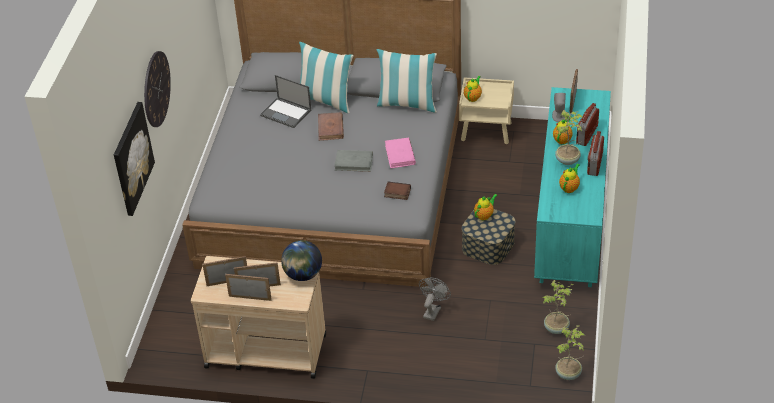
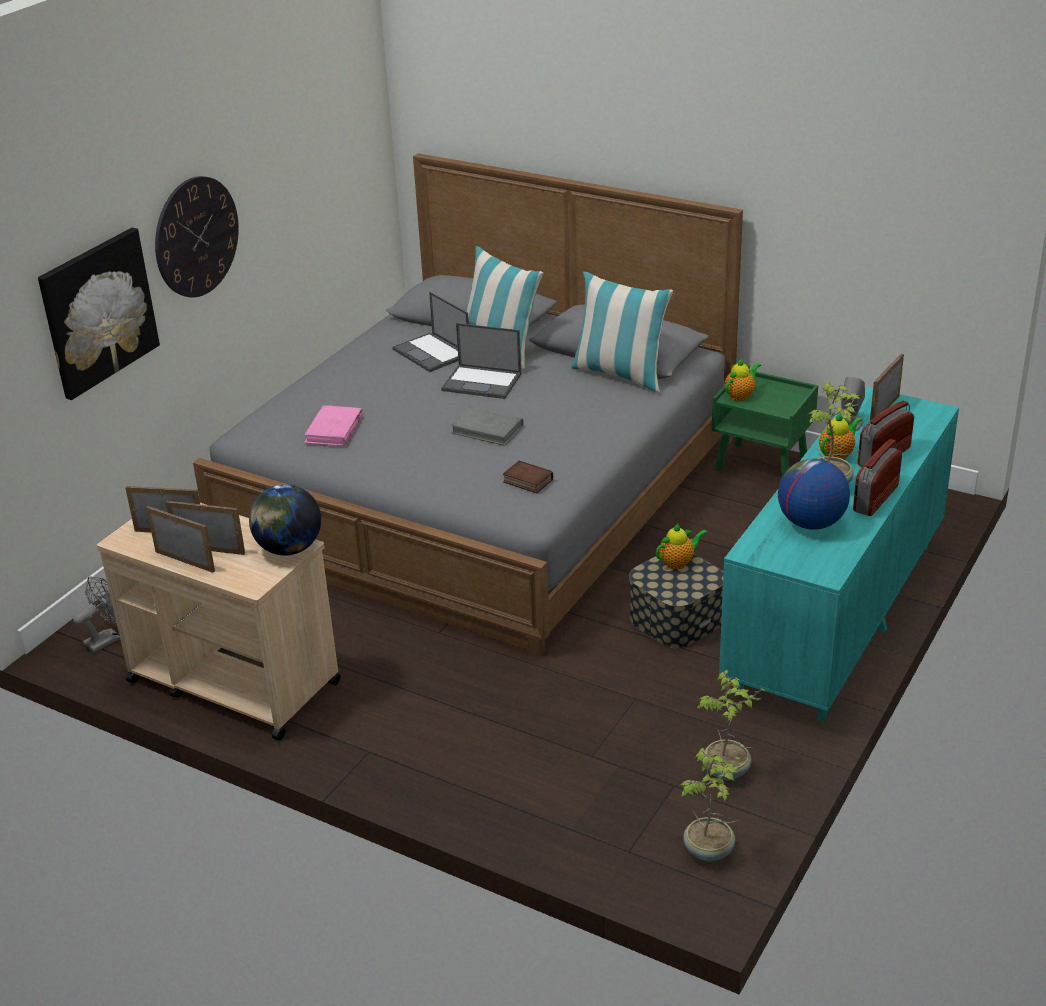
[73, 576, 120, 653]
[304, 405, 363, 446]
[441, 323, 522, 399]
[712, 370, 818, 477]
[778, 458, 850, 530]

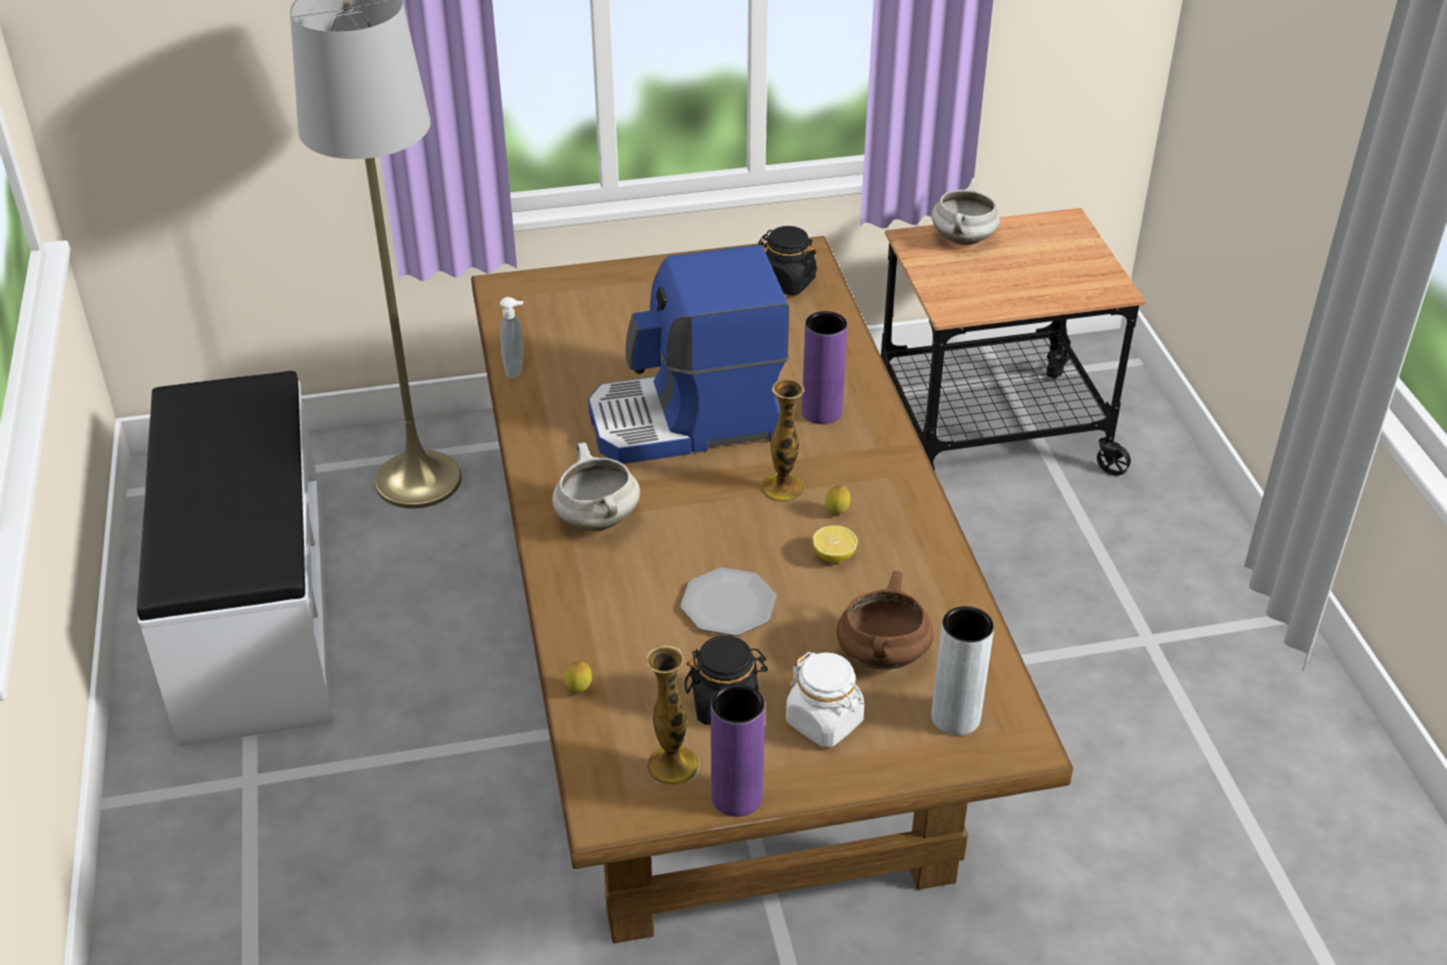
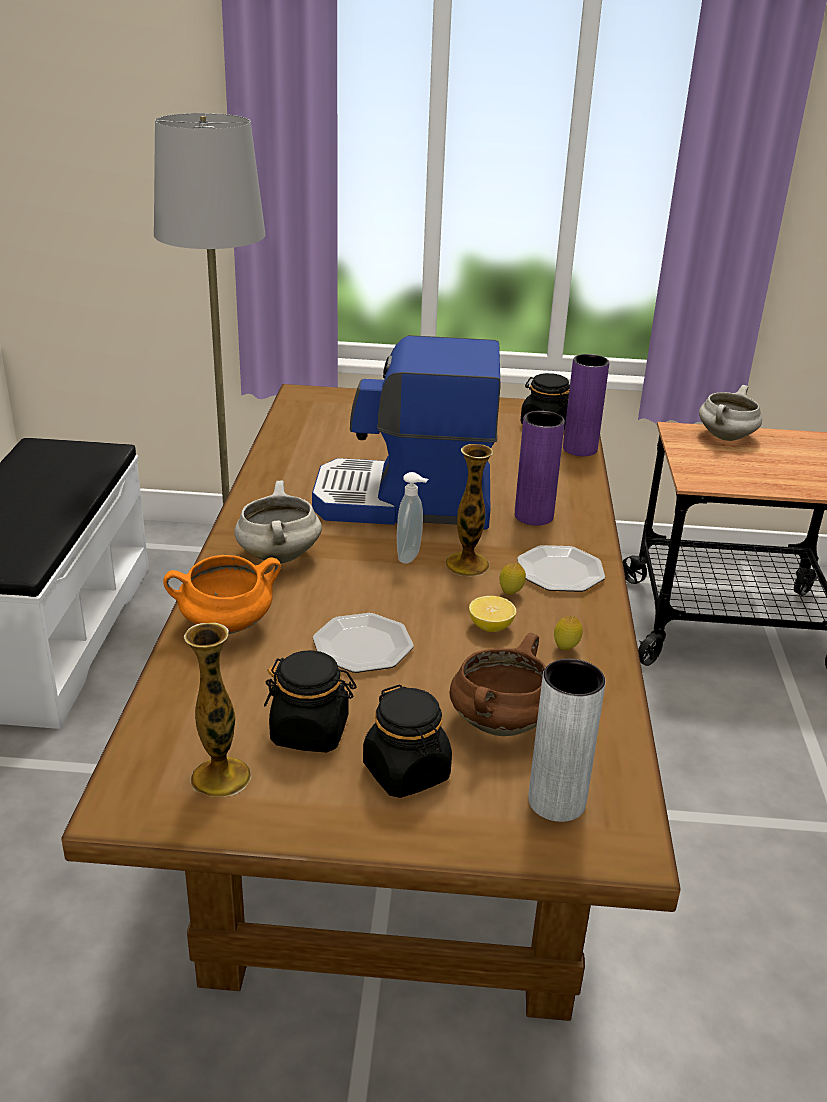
[163, 555, 281, 634]
[363, 684, 452, 798]
[397, 472, 429, 564]
[517, 545, 605, 592]
[554, 616, 583, 650]
[563, 354, 609, 456]

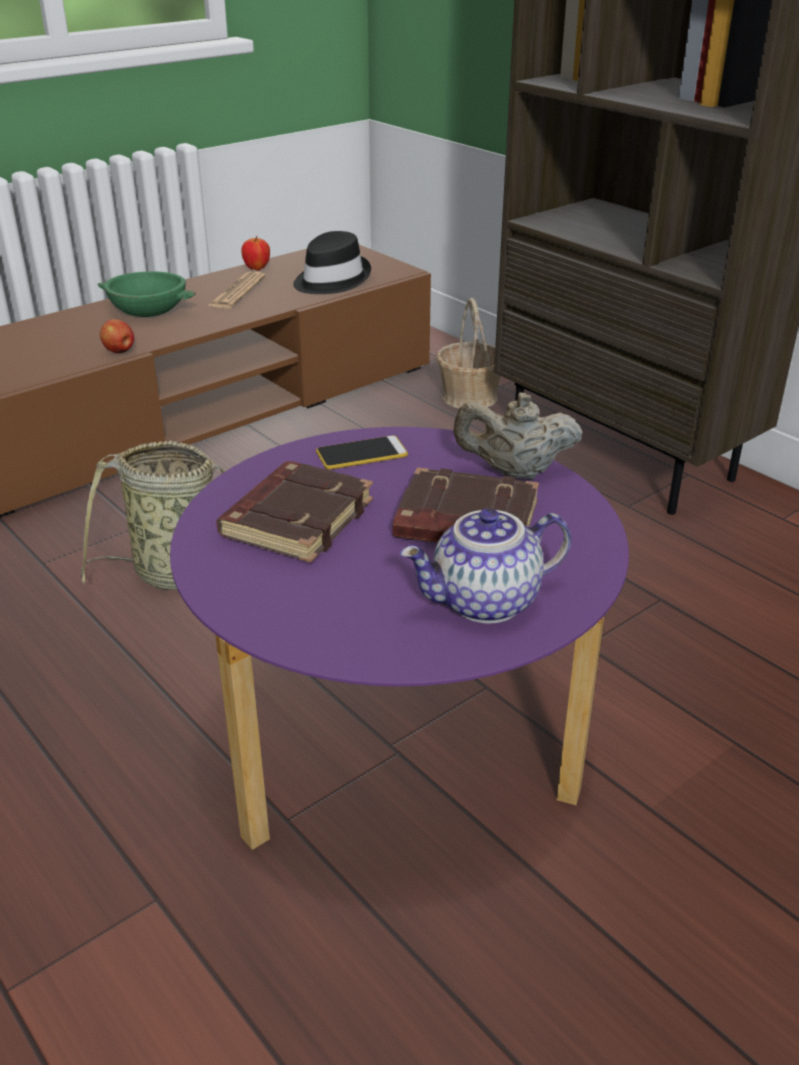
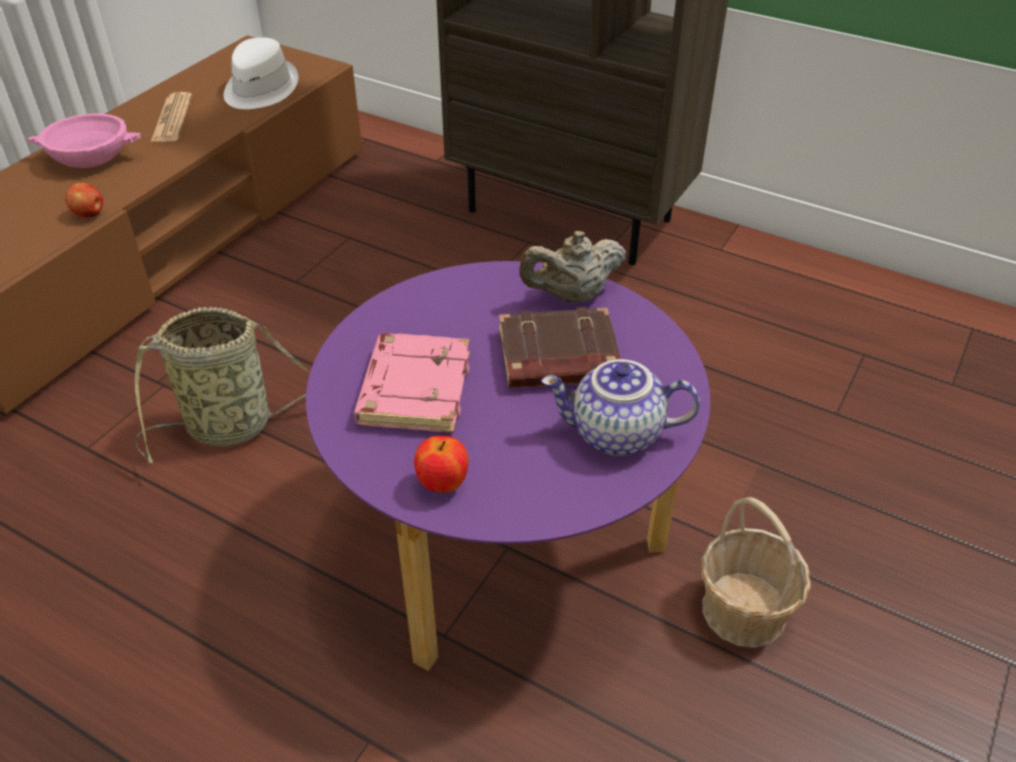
[27, 114, 142, 168]
[224, 37, 298, 109]
[354, 333, 470, 433]
[414, 436, 468, 493]
[541, 359, 700, 456]
[701, 497, 811, 648]
[316, 436, 408, 470] (first image)

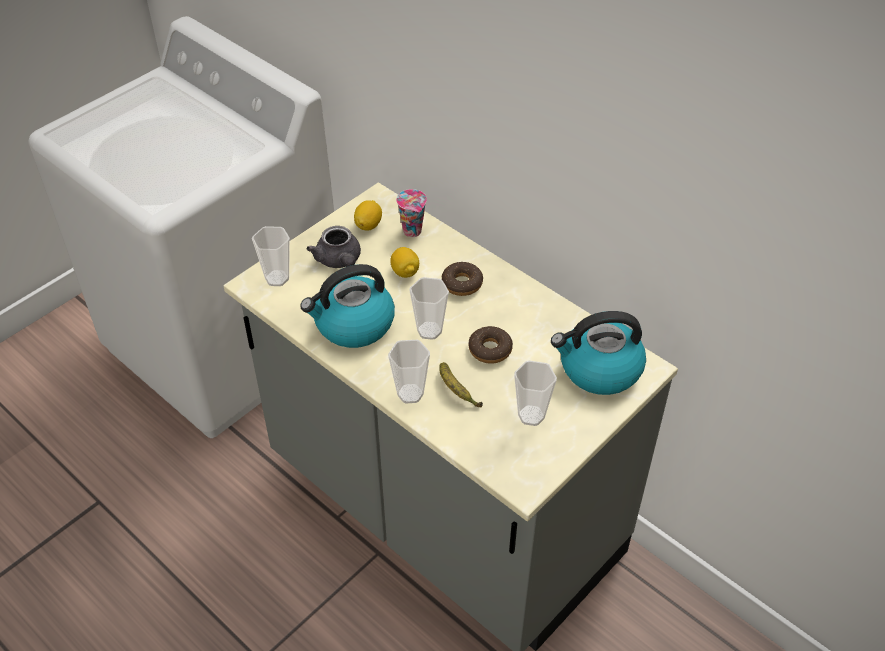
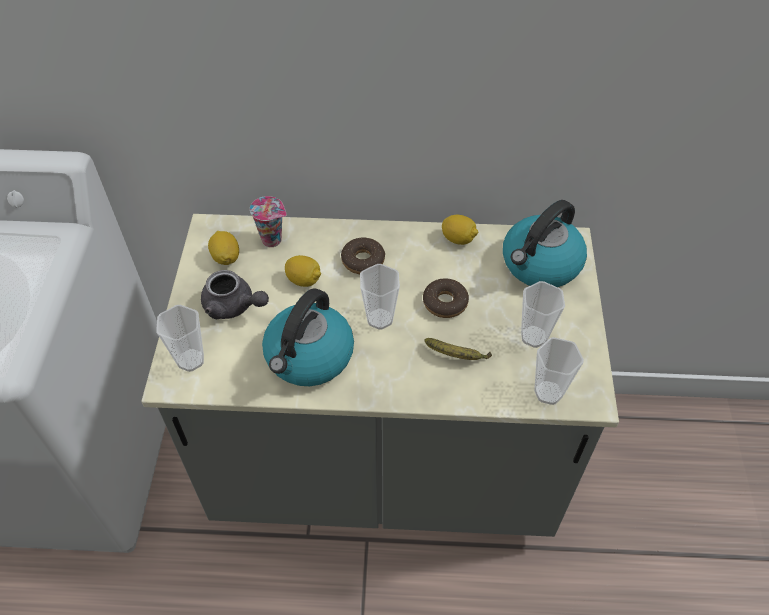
[442, 215, 478, 245]
[534, 337, 584, 405]

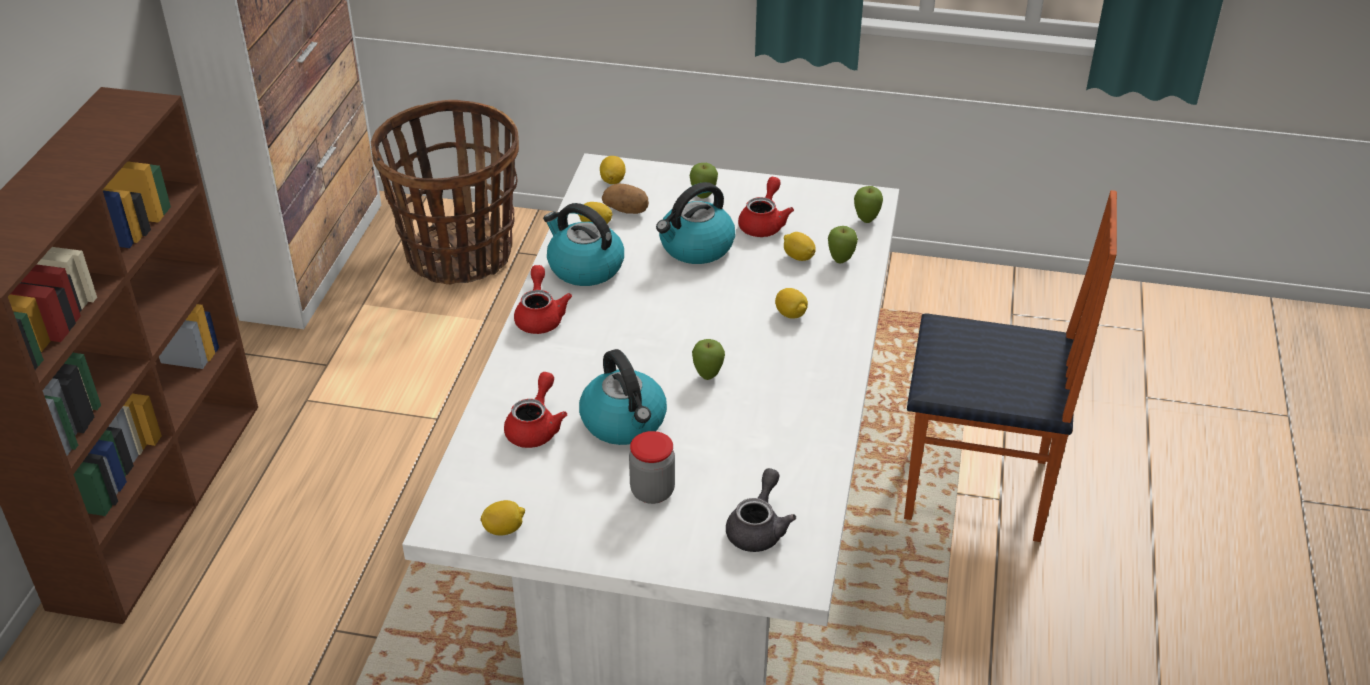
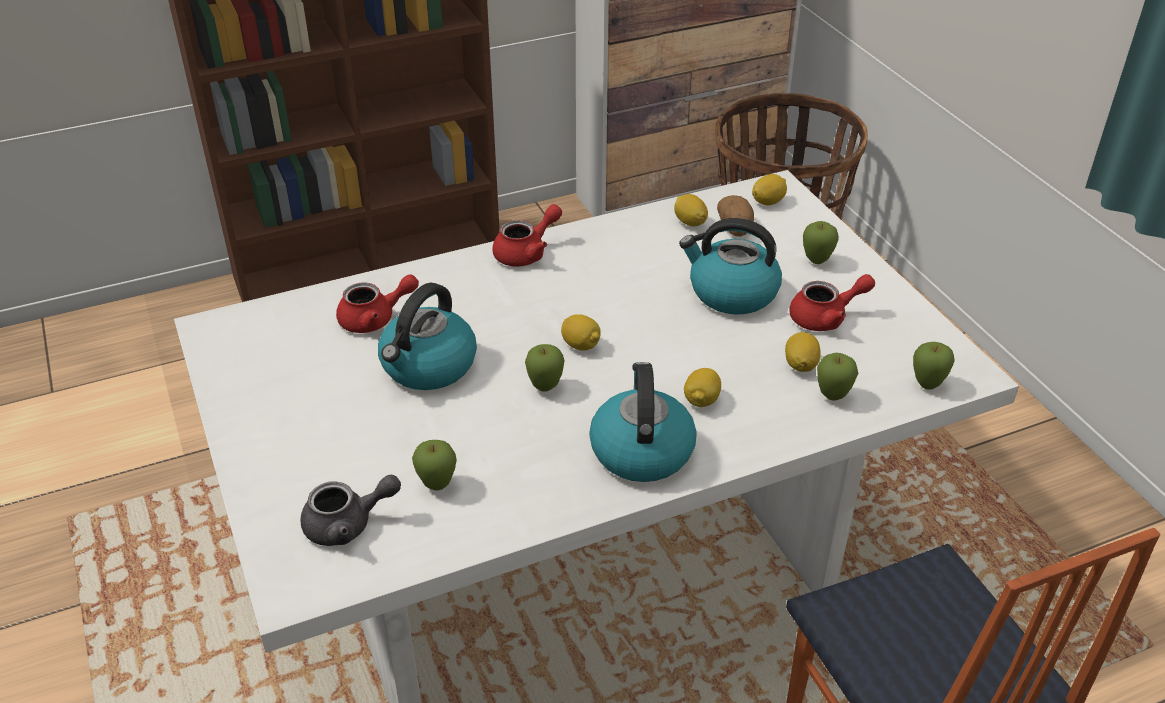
[412, 440, 457, 491]
[561, 314, 601, 350]
[589, 362, 697, 482]
[629, 431, 675, 504] (first image)

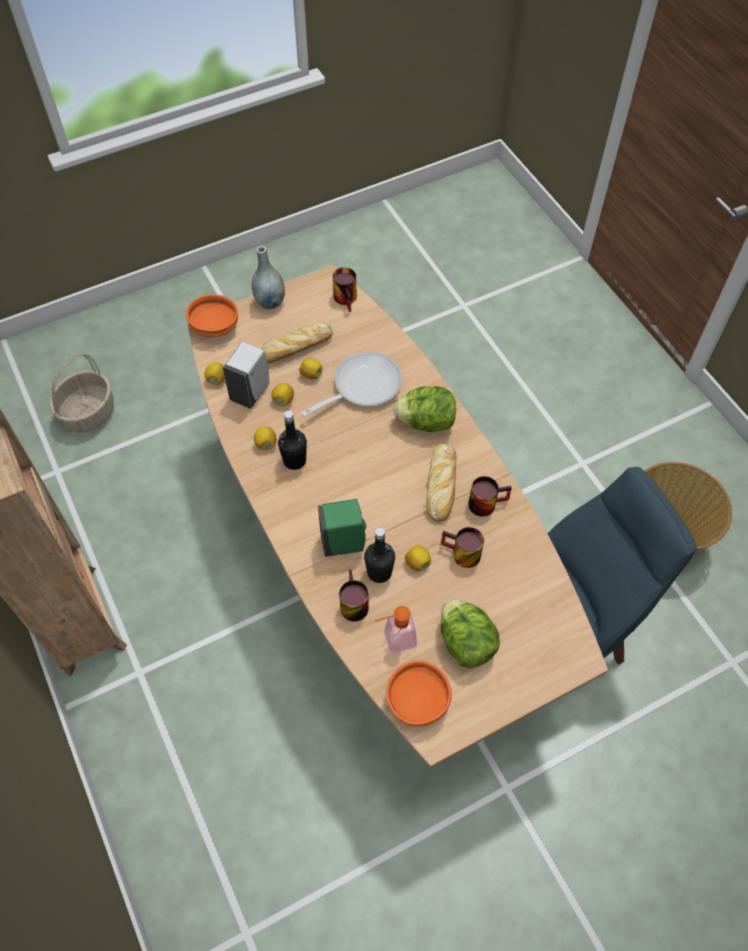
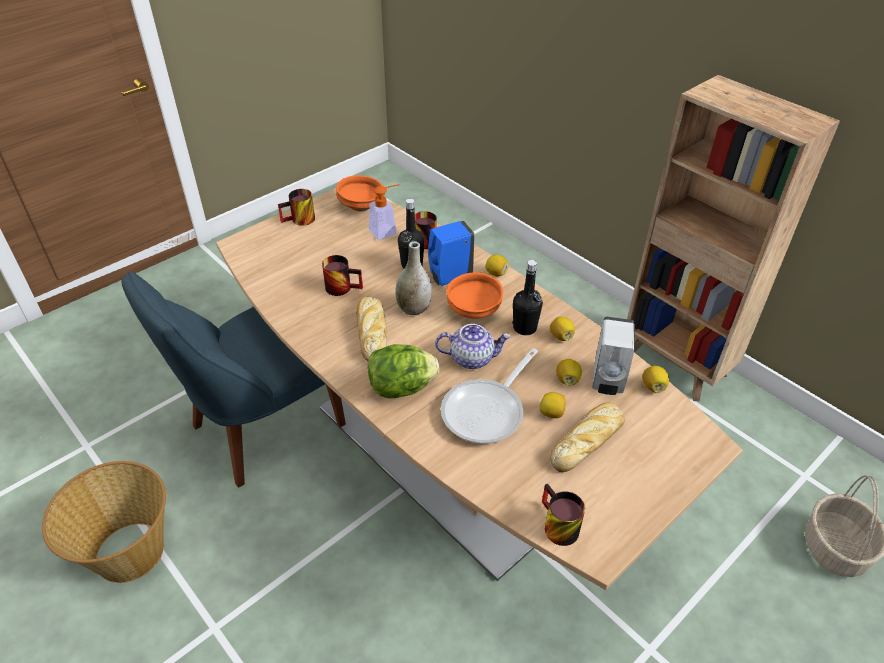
[278, 189, 315, 226]
[395, 241, 432, 315]
[428, 221, 475, 286]
[435, 324, 511, 369]
[446, 272, 503, 319]
[485, 255, 509, 276]
[441, 599, 500, 668] (first image)

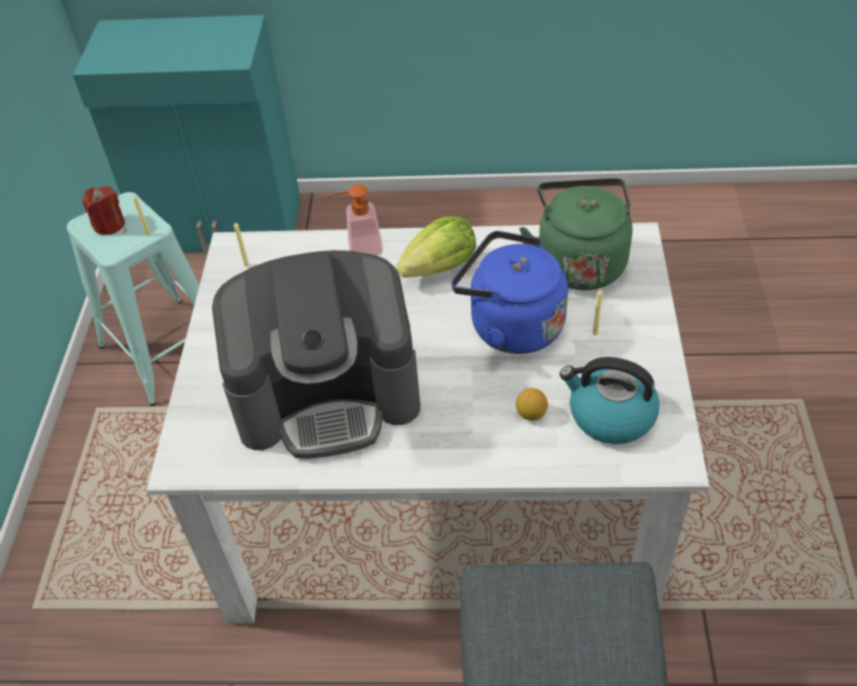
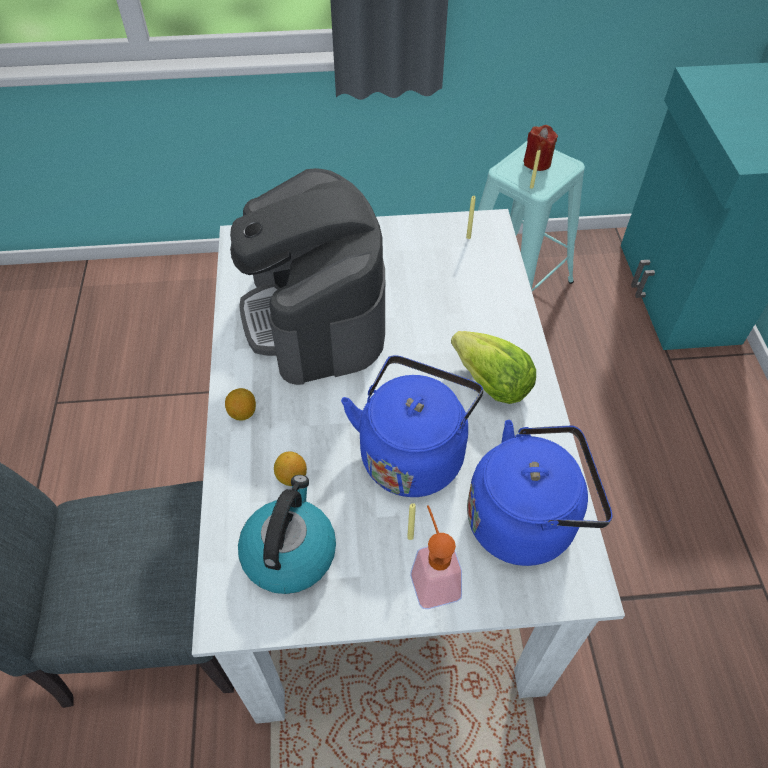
[225, 388, 256, 421]
[410, 505, 462, 609]
[467, 420, 612, 566]

